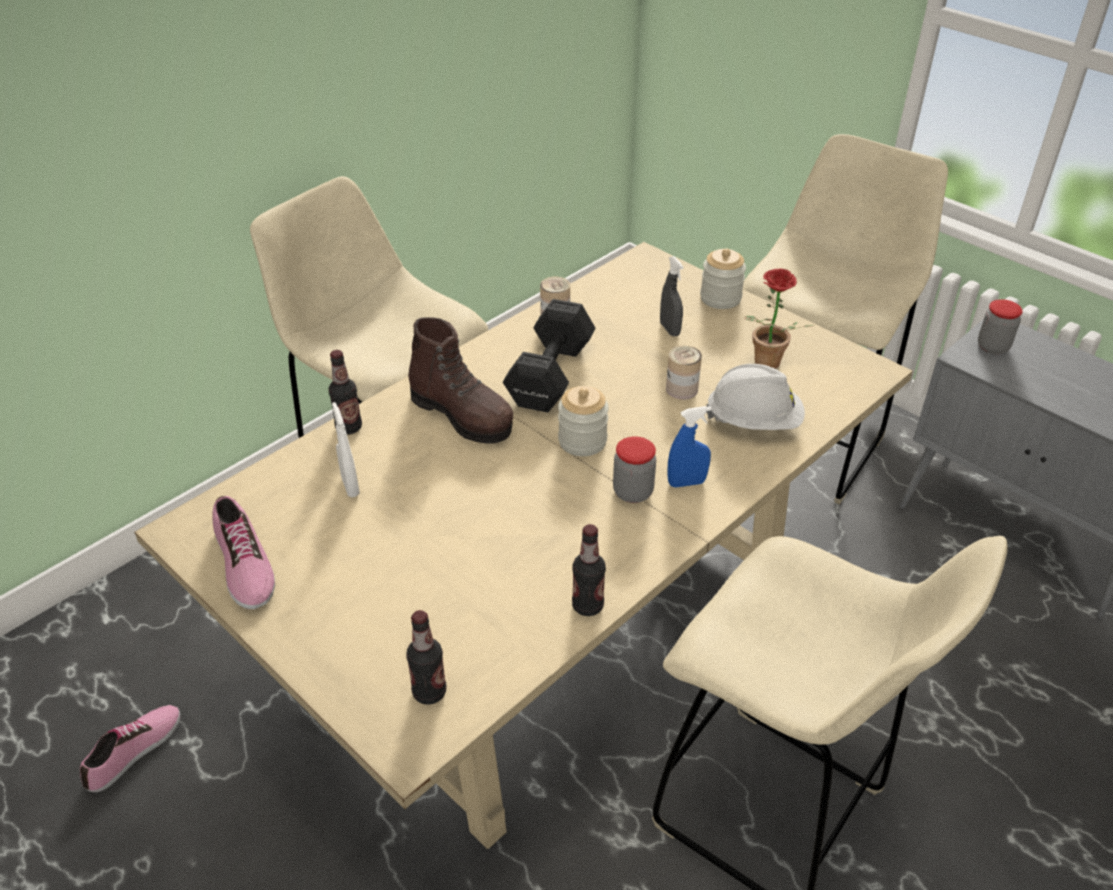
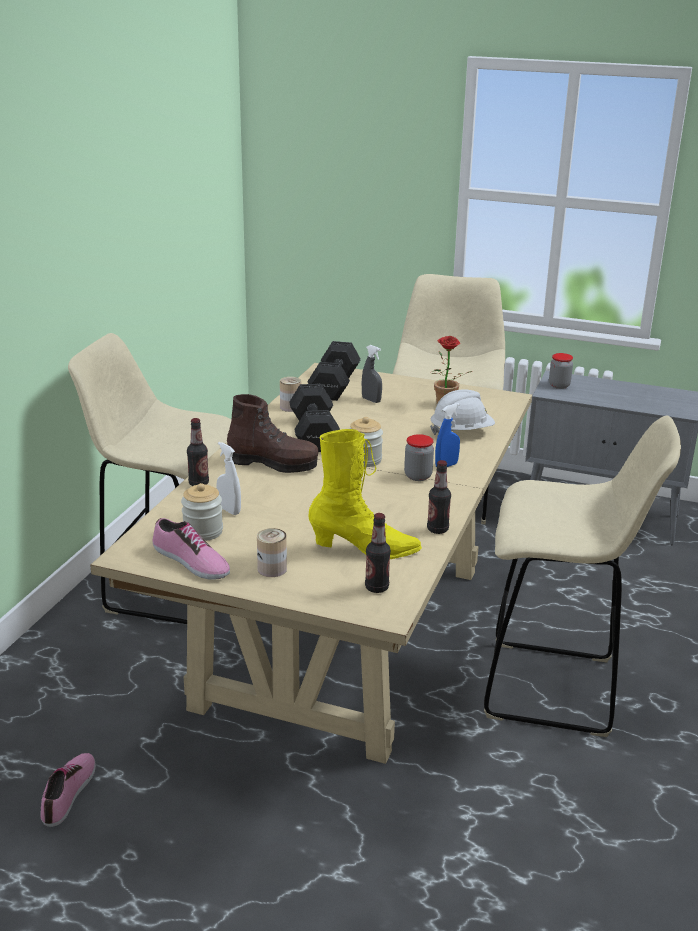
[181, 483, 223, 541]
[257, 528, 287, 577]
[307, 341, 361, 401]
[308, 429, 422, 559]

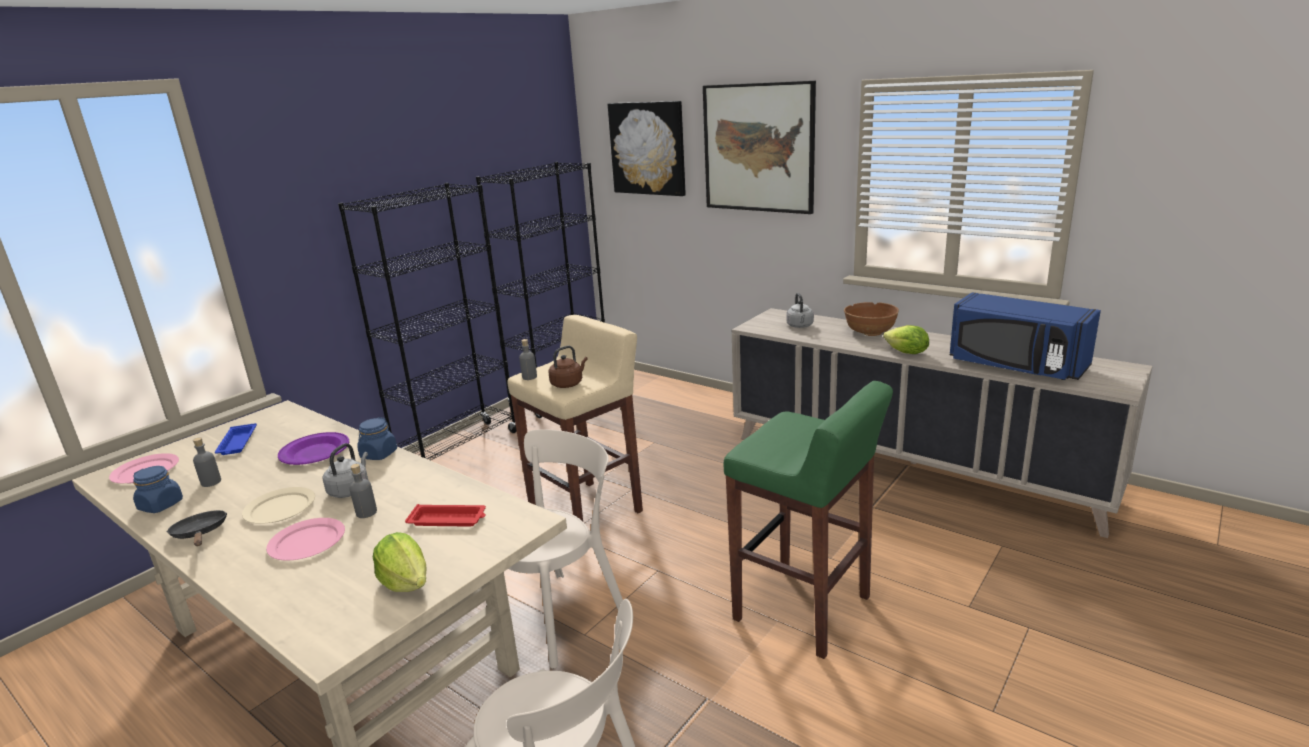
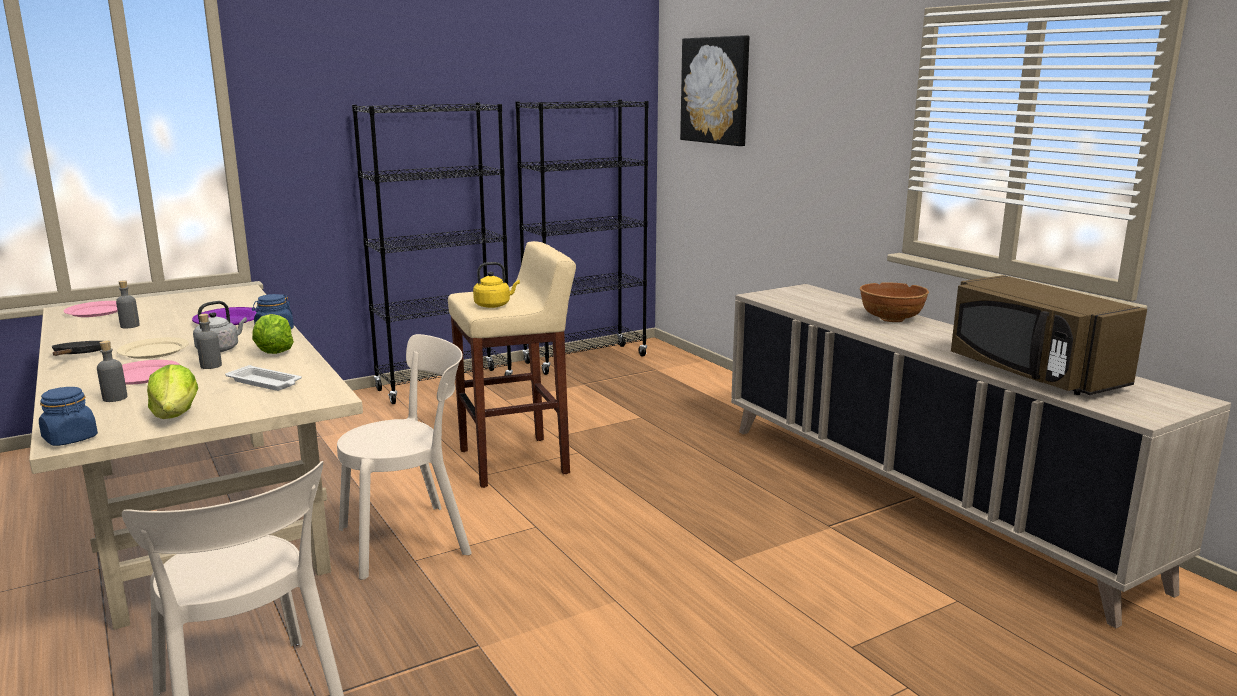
[39, 387, 98, 446]
[97, 341, 127, 402]
[225, 365, 302, 391]
[252, 314, 294, 354]
[473, 262, 520, 308]
[951, 275, 1147, 395]
[215, 423, 257, 455] (first image)
[703, 81, 816, 214] (first image)
[724, 381, 893, 659] (first image)
[786, 293, 814, 328] (first image)

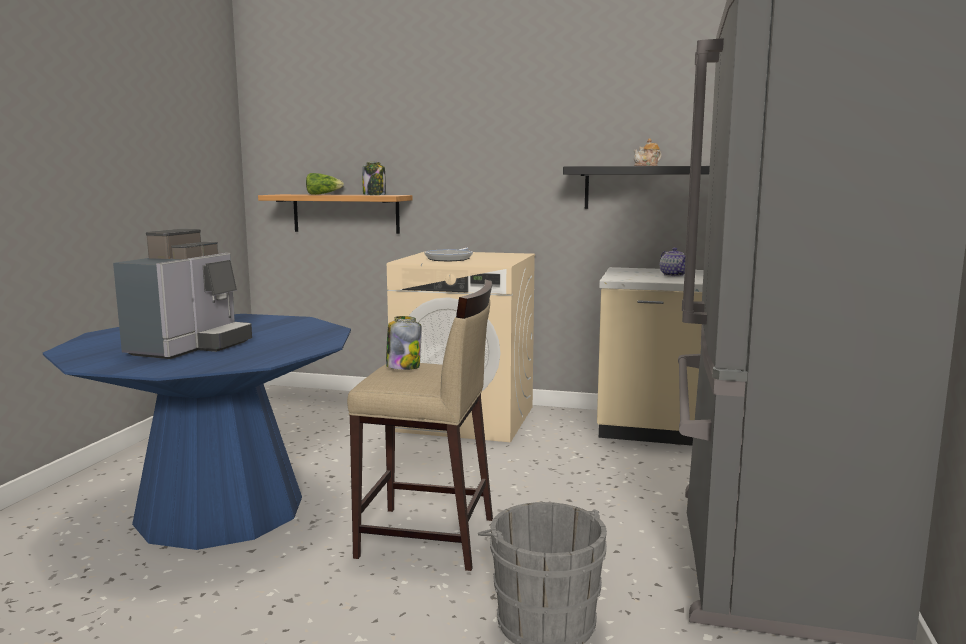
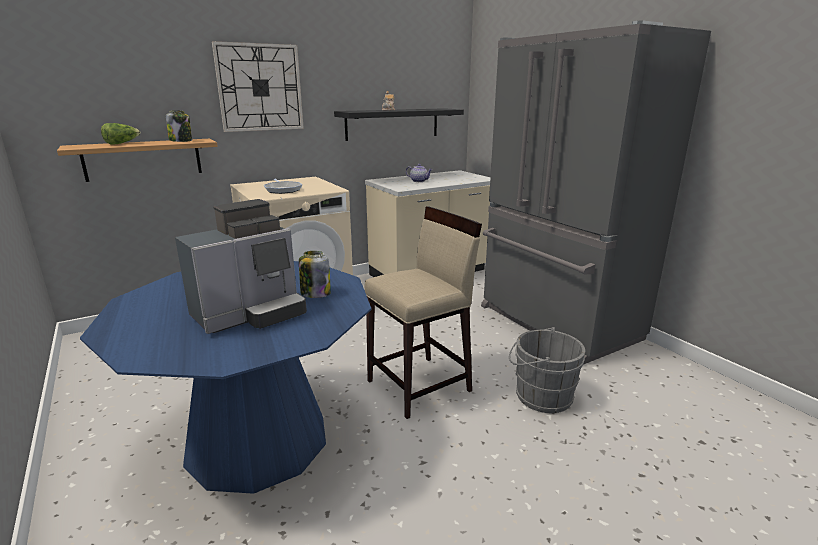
[175, 199, 307, 334]
[212, 41, 304, 132]
[299, 251, 331, 298]

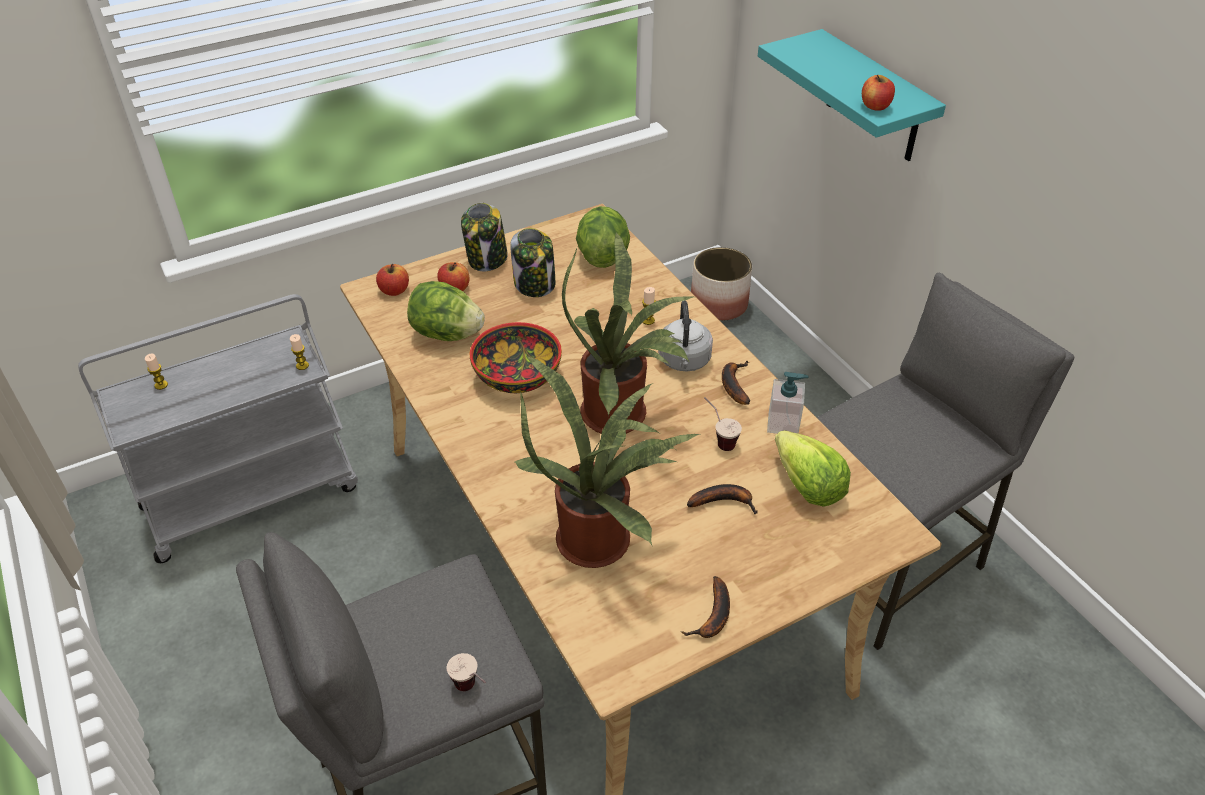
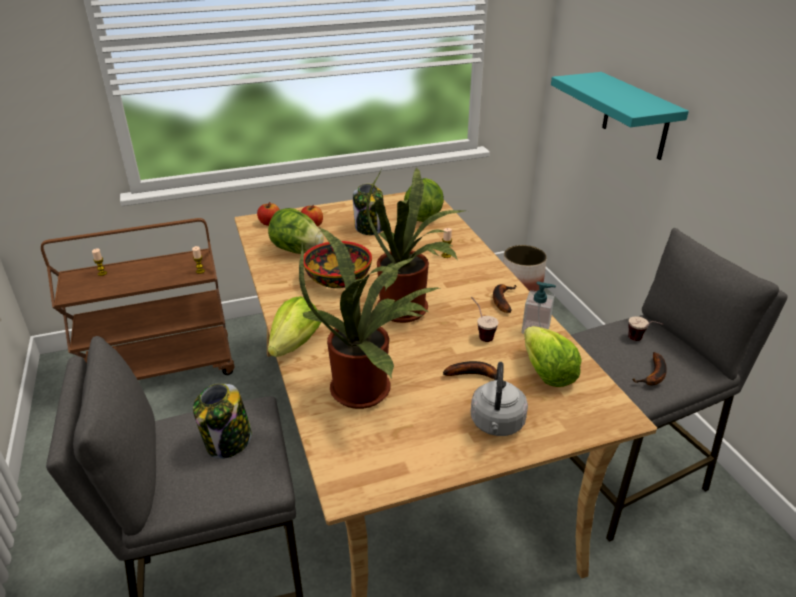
[41, 218, 234, 380]
[193, 383, 252, 459]
[268, 296, 321, 357]
[471, 362, 528, 436]
[628, 316, 663, 341]
[632, 352, 667, 385]
[862, 75, 895, 111] (first image)

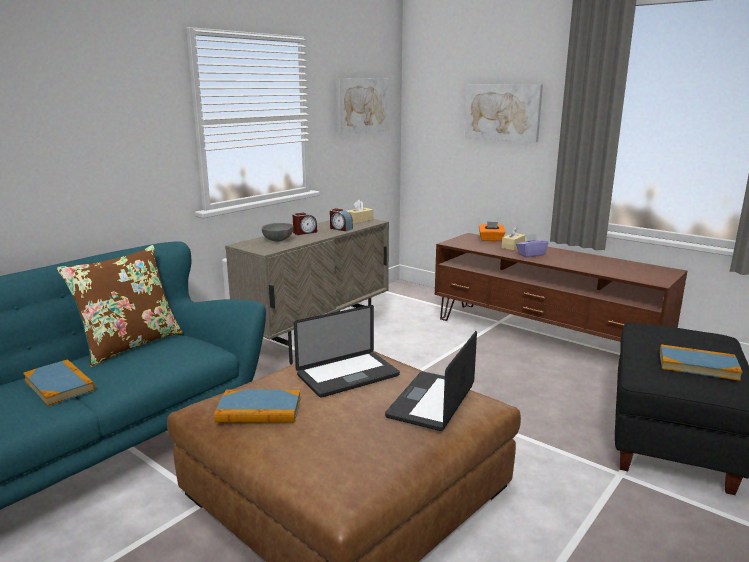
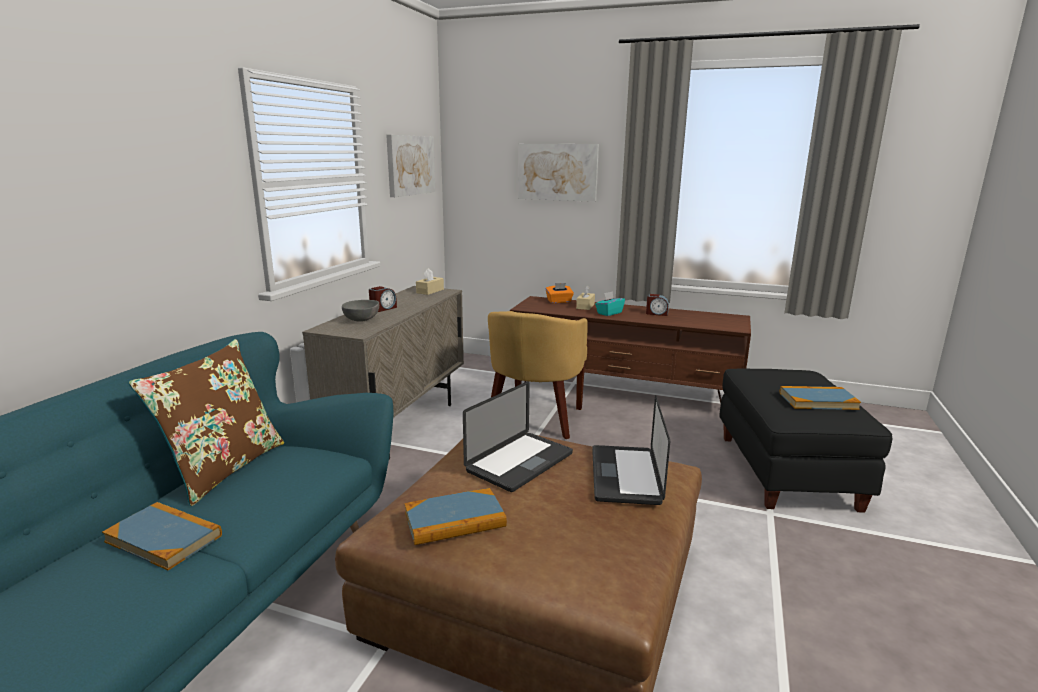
[488, 311, 588, 439]
[595, 291, 625, 316]
[646, 294, 669, 316]

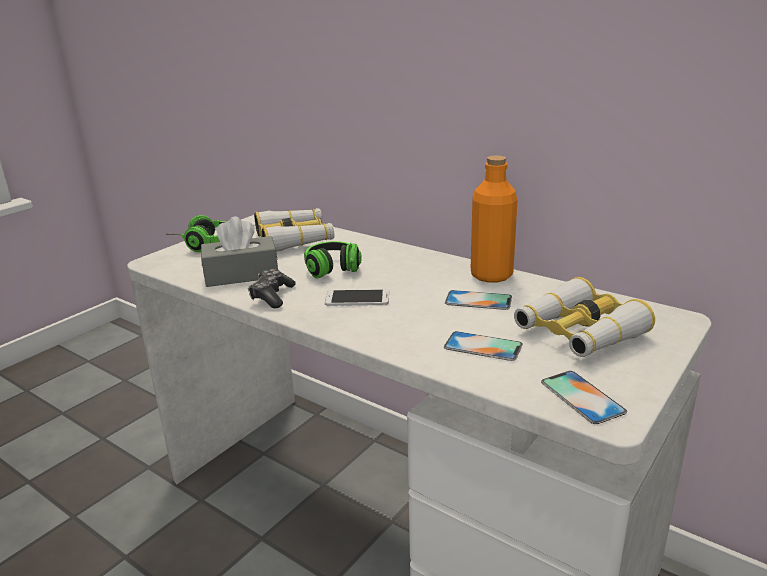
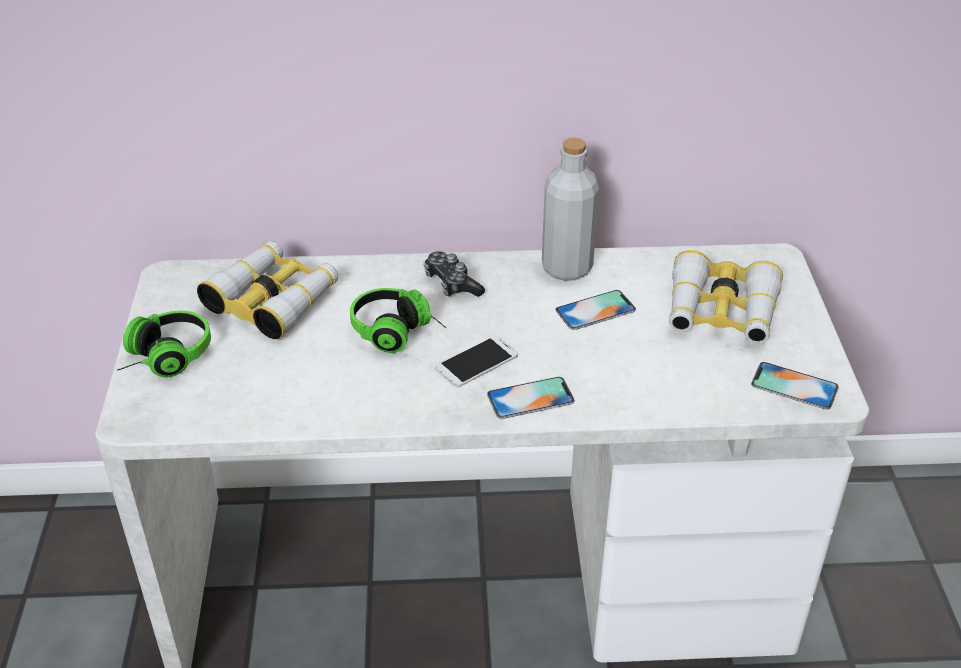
[424, 251, 485, 297]
[487, 377, 575, 419]
[542, 138, 599, 281]
[201, 217, 278, 287] (first image)

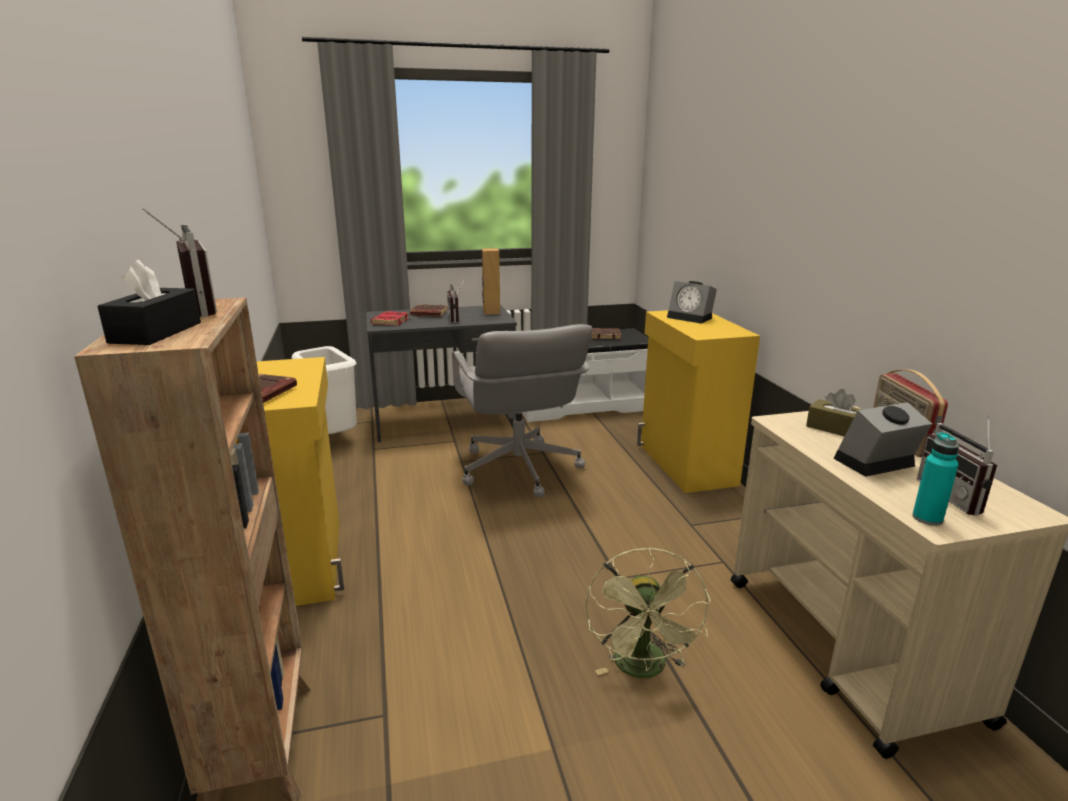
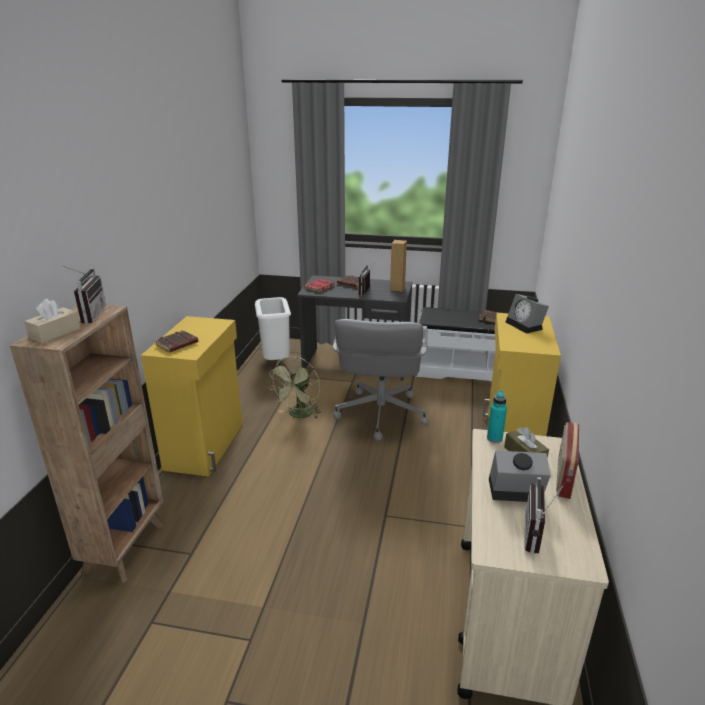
[24, 299, 81, 343]
[268, 356, 321, 418]
[487, 391, 507, 443]

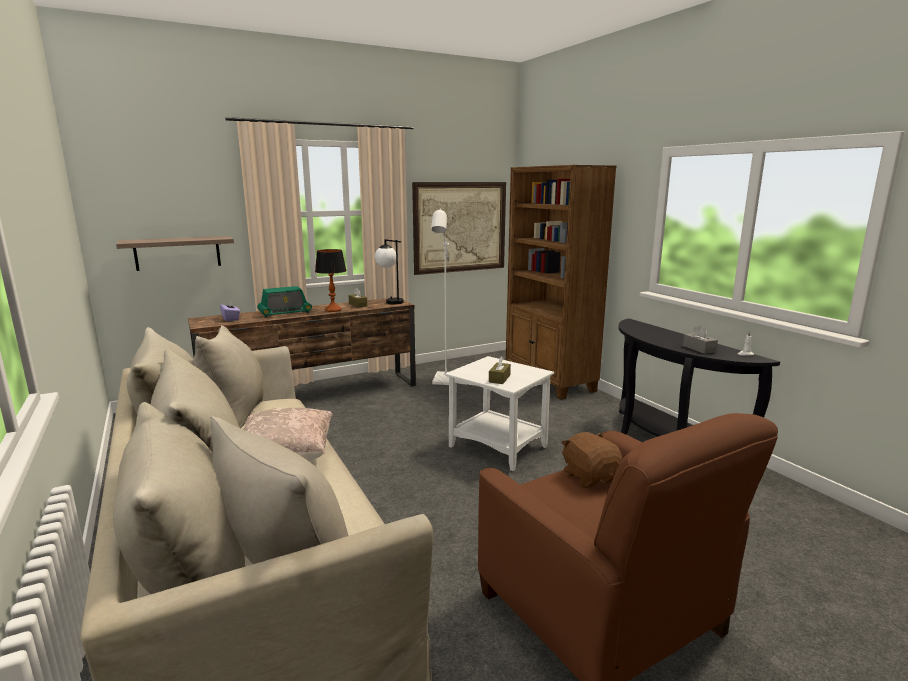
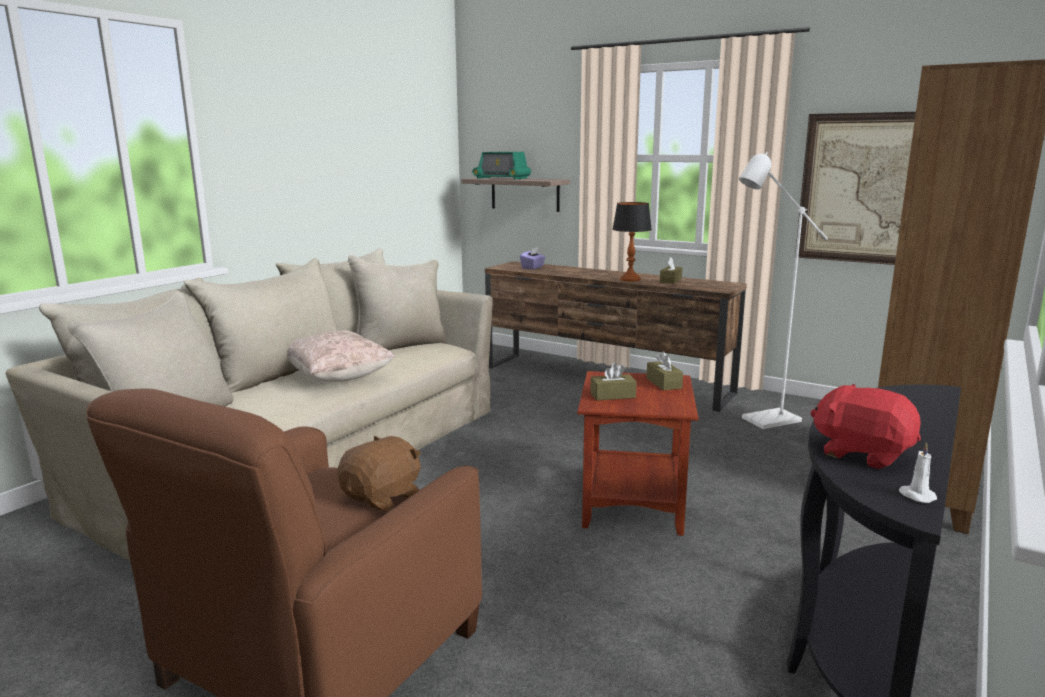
[472, 152, 531, 180]
[577, 371, 698, 536]
[646, 351, 683, 390]
[810, 384, 921, 469]
[375, 239, 404, 304] (first image)

